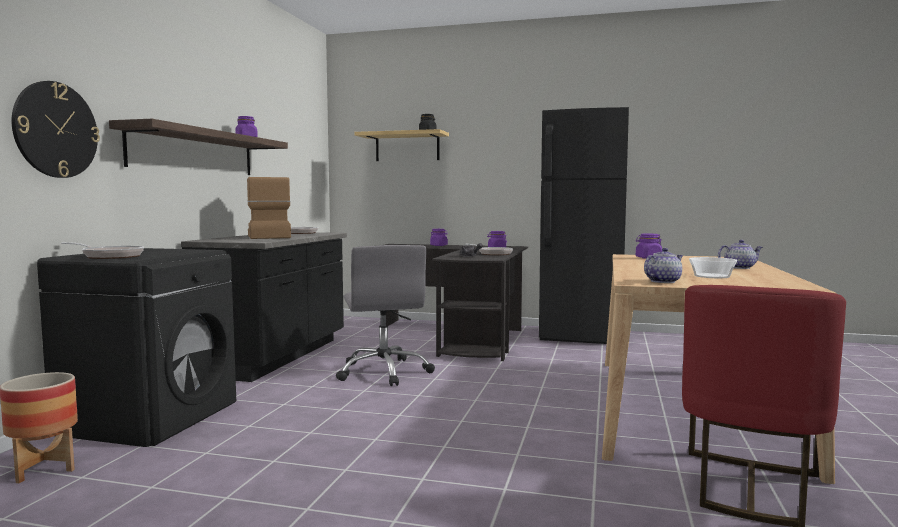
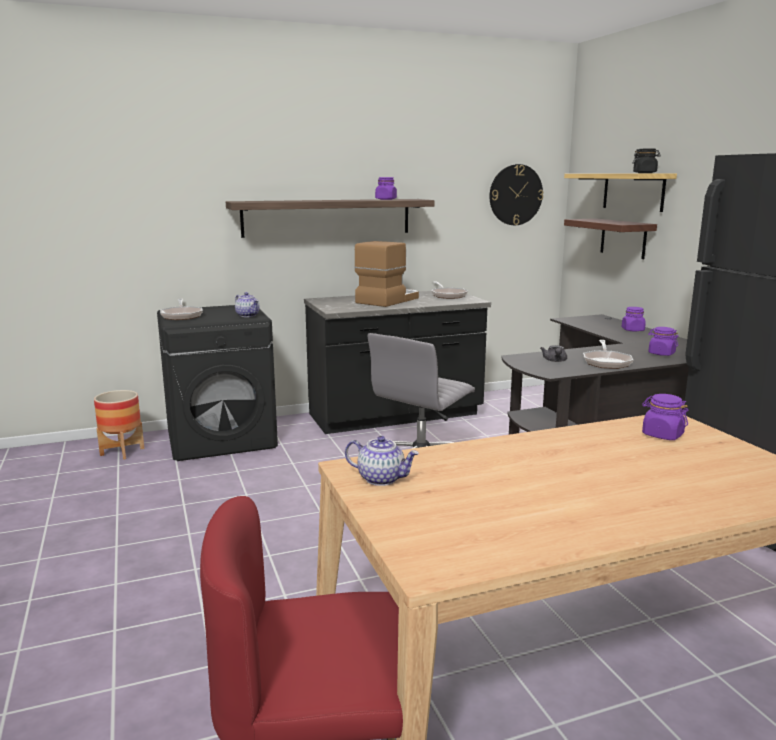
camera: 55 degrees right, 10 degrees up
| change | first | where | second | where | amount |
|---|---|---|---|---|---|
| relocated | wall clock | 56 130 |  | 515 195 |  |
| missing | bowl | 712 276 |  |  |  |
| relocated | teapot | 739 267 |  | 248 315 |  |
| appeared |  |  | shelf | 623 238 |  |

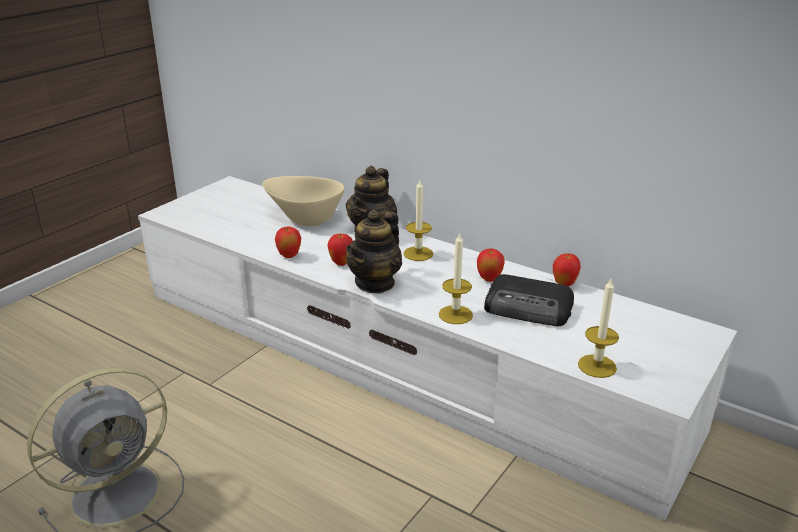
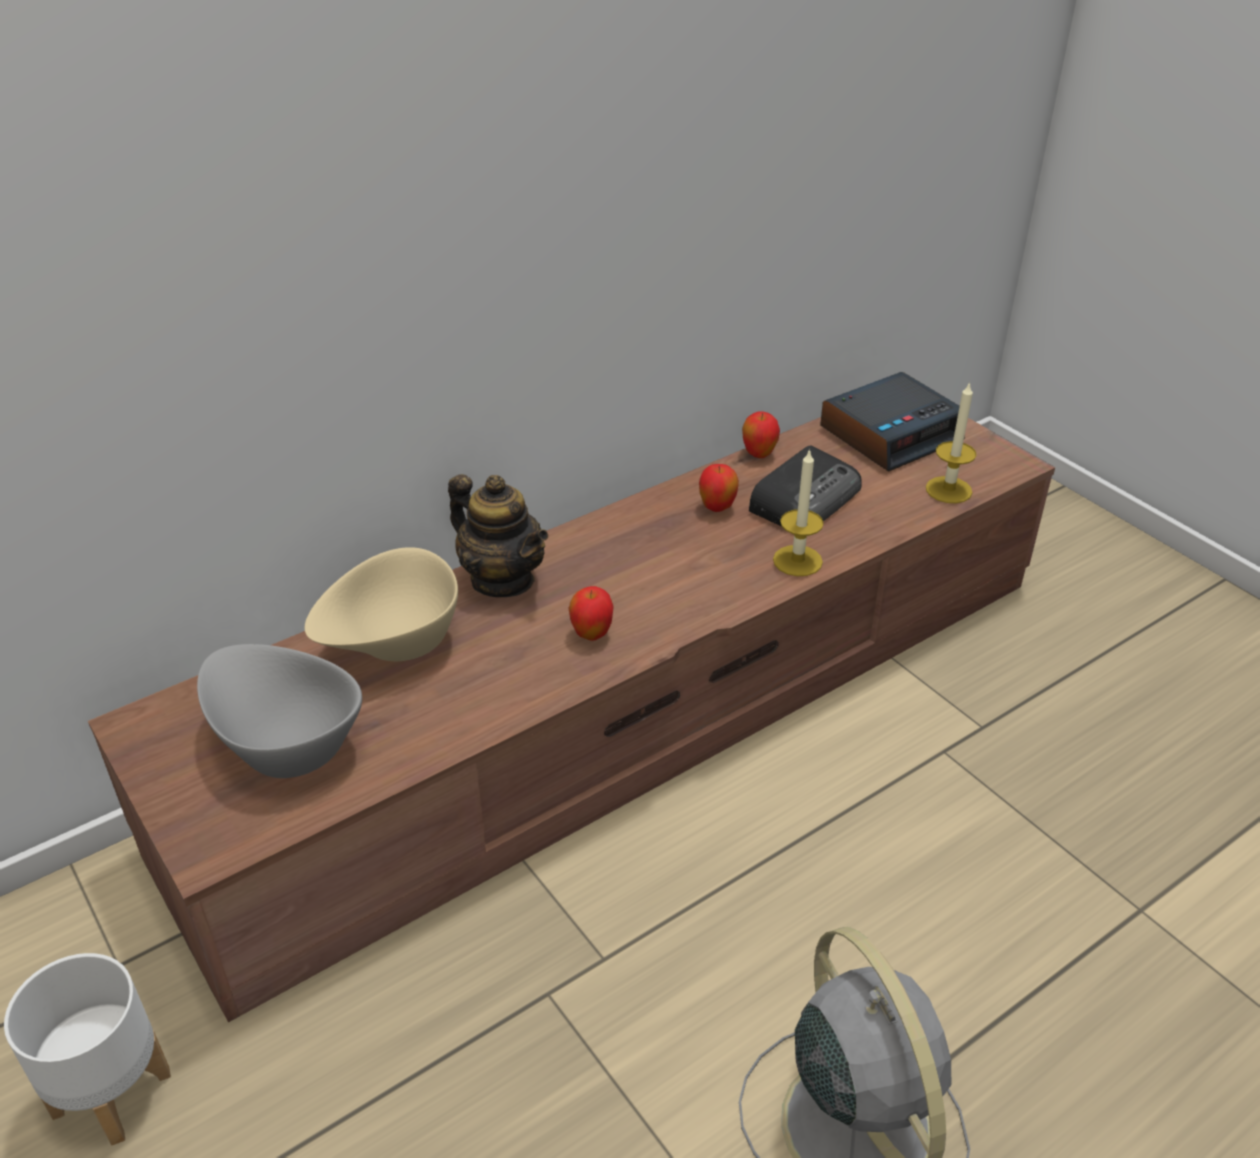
camera: 70 degrees left, 10 degrees up
| change | first | where | second | where | amount |
|---|---|---|---|---|---|
| colour | white tv stand | 399 353 | brown tv stand | 628 702 |  |
| missing | apple | 289 256 |  |  |  |
| missing | teapot | 375 283 |  |  |  |
| missing | candle | 418 253 |  |  |  |
| appeared |  |  | white planter | 110 1094 |  |
| appeared |  |  | grey bowl | 286 744 |  |
| appeared |  |  | alarm clock | 891 433 |  |

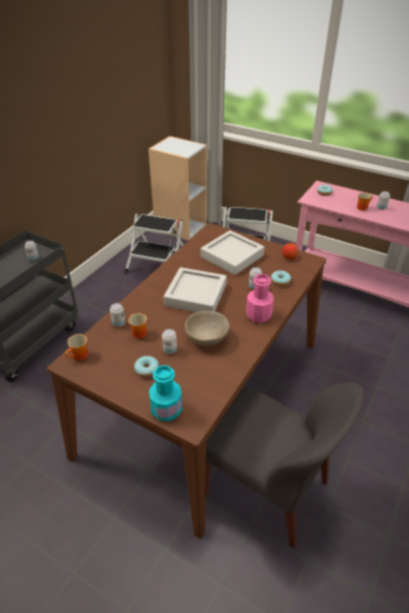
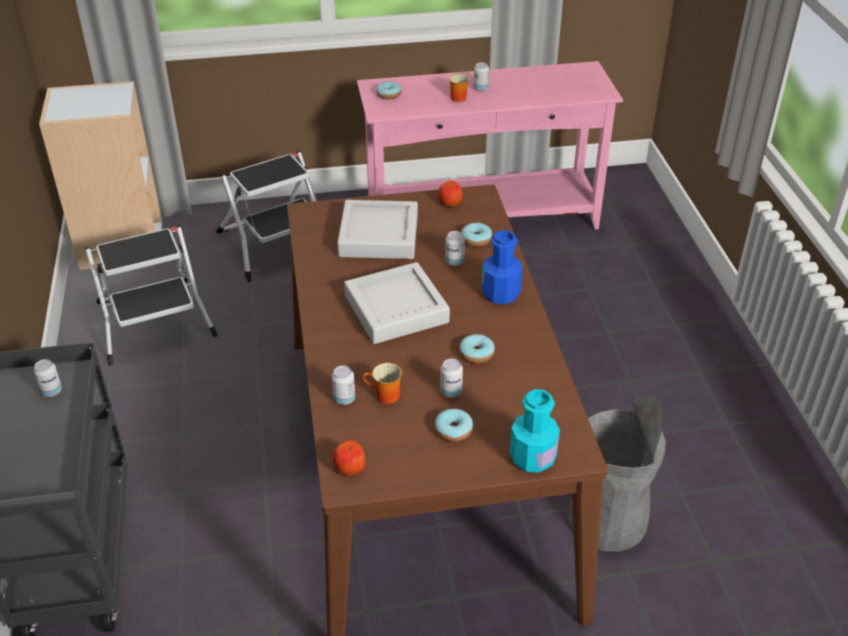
camera: 40 degrees left, 0 degrees up
| change | first | where | second | where | amount |
|---|---|---|---|---|---|
| exchanged | mug | 80 356 | apple | 349 467 |  |
| exchanged | beige bowl | 207 338 | donut | 476 354 |  |
| exchanged | grey chair | 268 489 | grey trash can | 607 519 |  |
| colour | pink bottle | 258 315 | blue bottle | 500 293 |  |

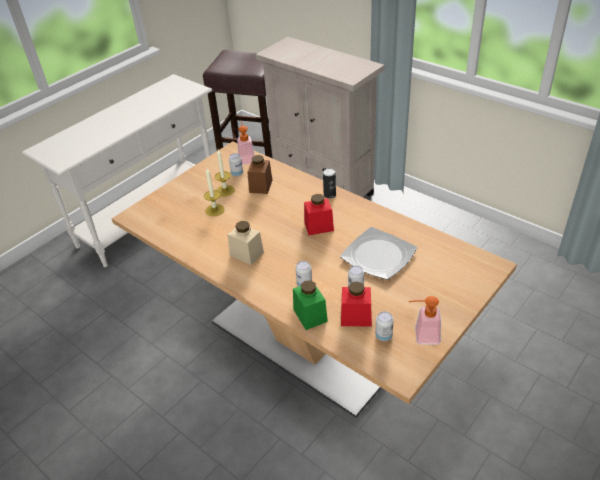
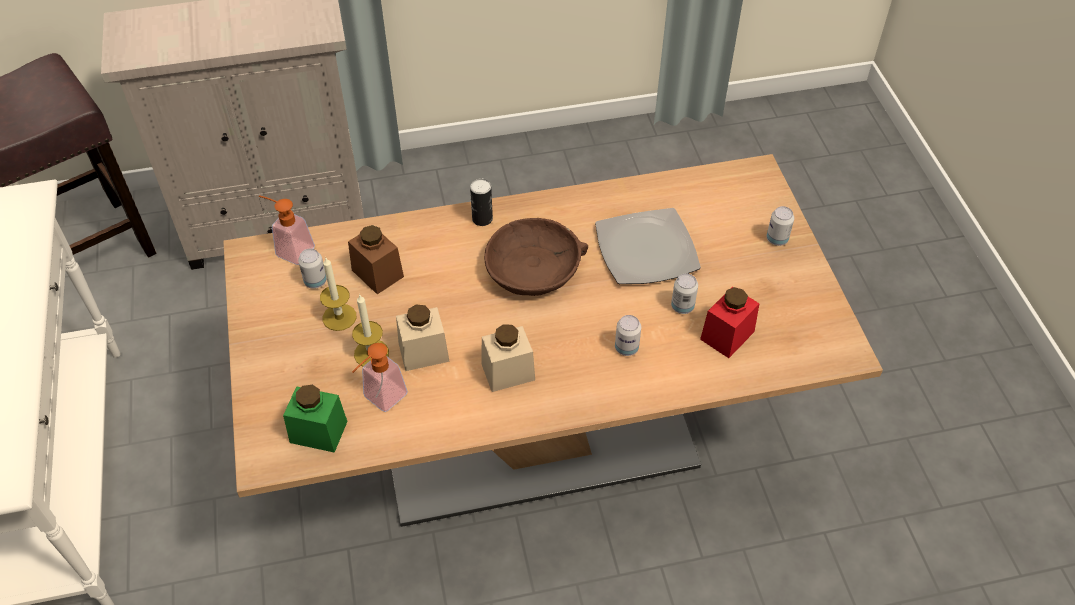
camera: 55 degrees left, 10 degrees up
| change | first | where | second | where | amount |
|---|---|---|---|---|---|
| relocated | green jar | 310 315 |  | 318 432 |  |
| exchanged | red jar | 319 226 | brown bowl | 533 268 |  |
| relocated | can | 383 336 |  | 777 239 |  |
| relocated | soap dispenser | 422 336 |  | 380 400 |  |
| appeared |  |  | beige jar | 423 352 |  |

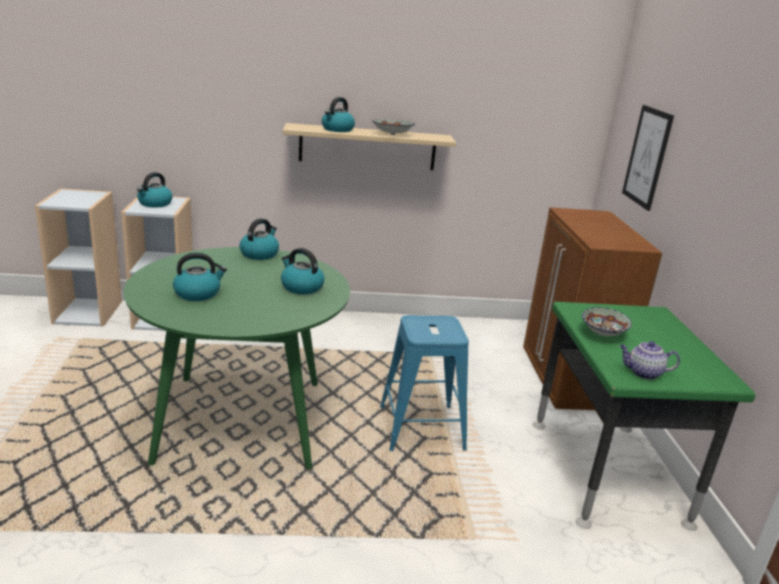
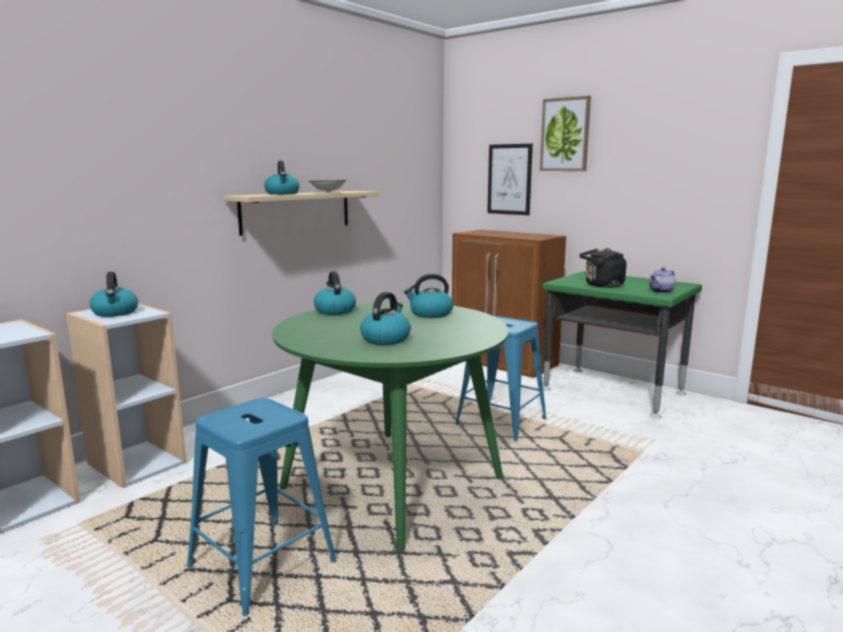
camera: 45 degrees left, 10 degrees down
| change | first | where | second | where | amount |
|---|---|---|---|---|---|
| exchanged | bowl | 602 333 | black kettle | 602 285 |  |
| appeared |  |  | blue stool | 263 564 |  |
| appeared |  |  | picture | 565 134 |  |

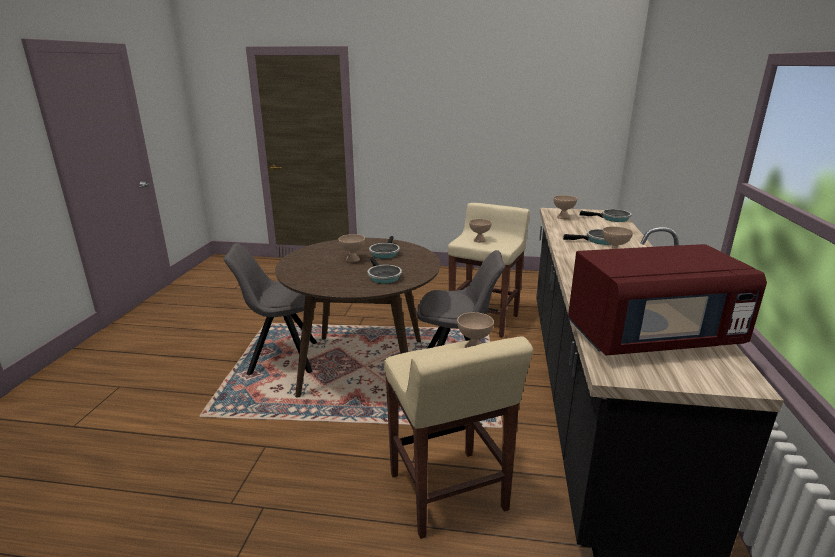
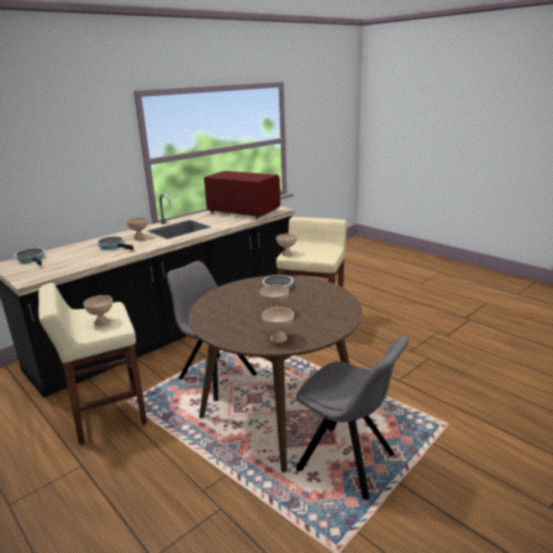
camera: 140 degrees left, 0 degrees up
| change | first | where | second | where | amount |
|---|---|---|---|---|---|
| missing | frying pan | 384 253 |  |  |  |
| relocated | beige bowl | 563 217 |  | 278 339 |  |

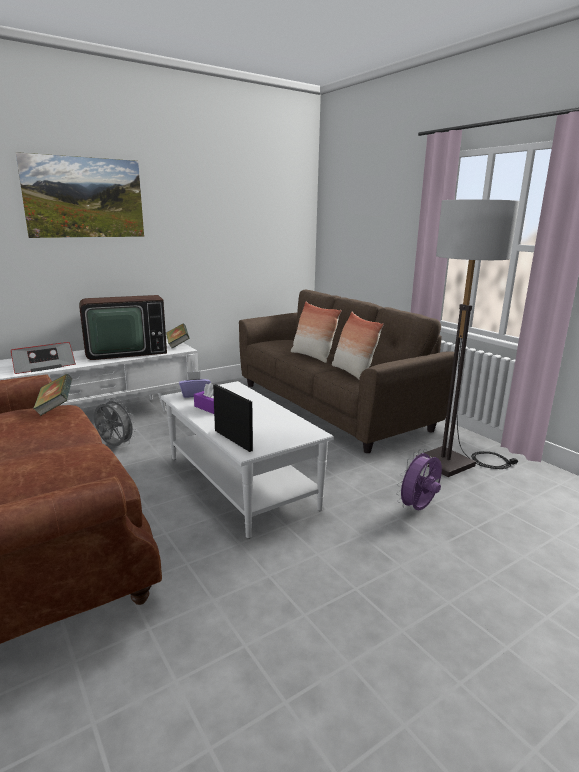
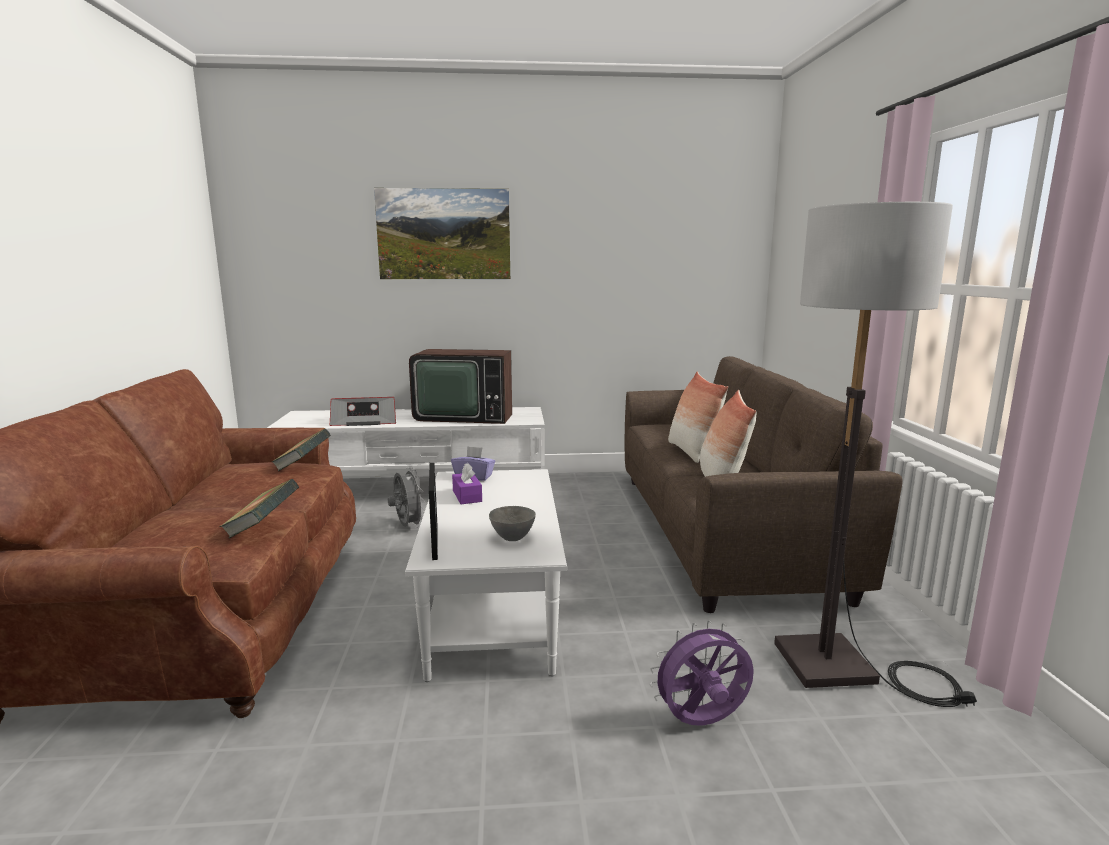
camera: 30 degrees right, 5 degrees down
| change | first | where | second | where | amount |
|---|---|---|---|---|---|
| relocated | book | 178 345 |  | 263 528 |  |
| appeared |  |  | grey bowl | 512 538 |  |

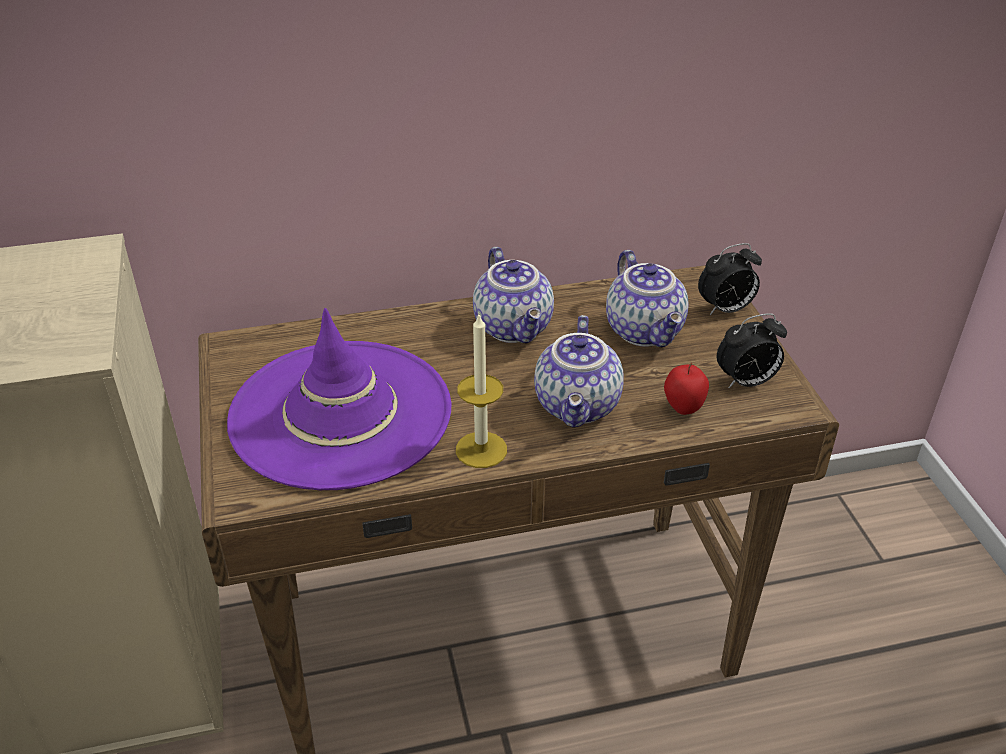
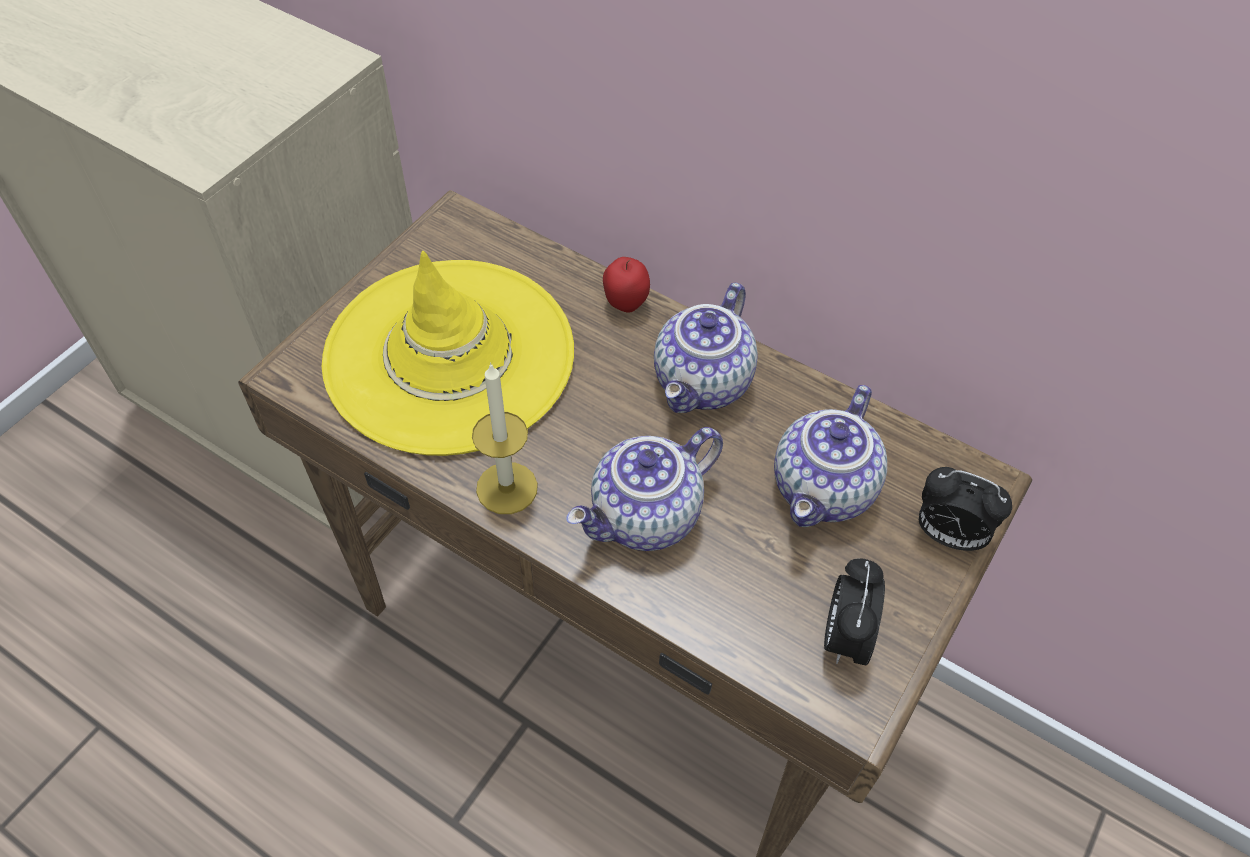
camera: 45 degrees right, 15 degrees up
| change | first | where | second | where | amount |
|---|---|---|---|---|---|
| colour | purple hat | 341 413 | yellow hat | 450 355 |  |
| relocated | apple | 683 409 |  | 625 304 |  |
| spun | alarm clock | 746 382 |  | 844 636 | 75 degrees clockwise |

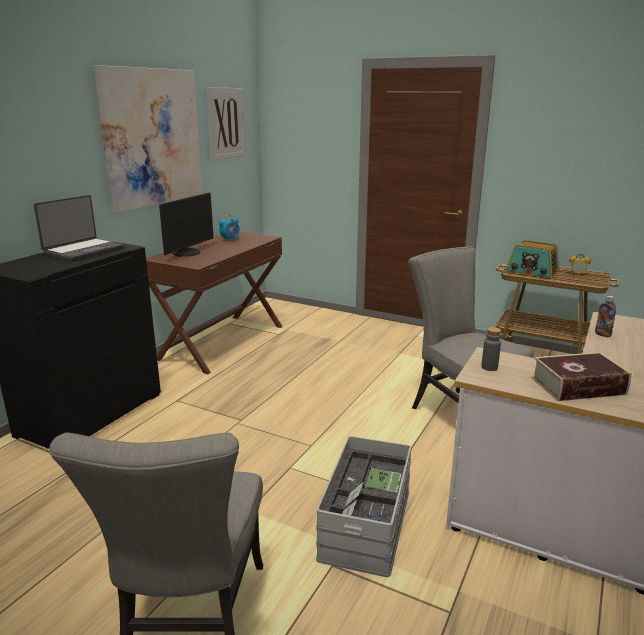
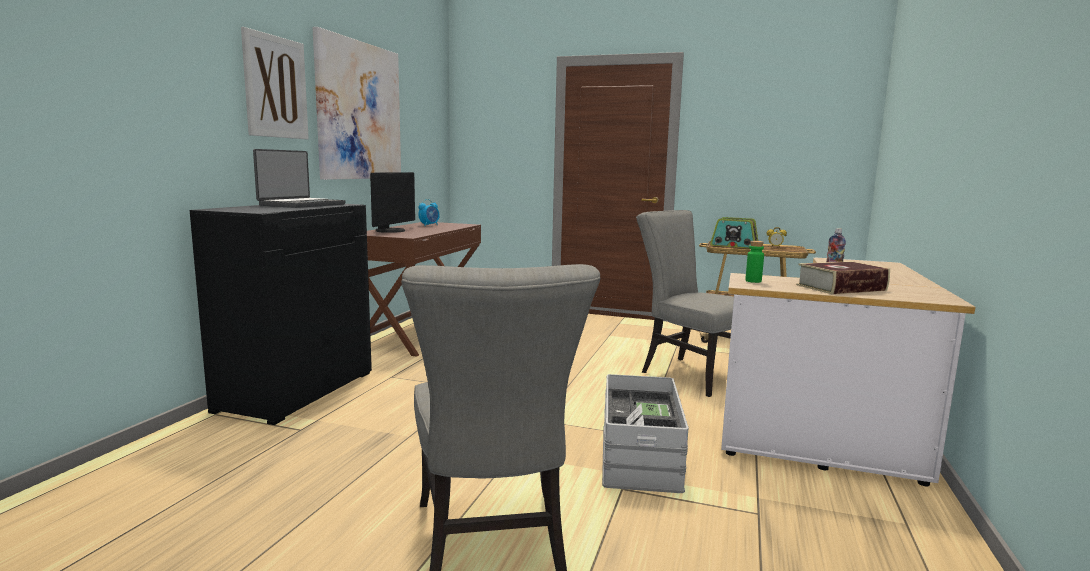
camera: 10 degrees left, 10 degrees down
| change | first | where | second | where | amount |
|---|---|---|---|---|---|
| relocated | picture | 225 123 |  | 275 87 |  |
| colour | grey bottle | 489 367 | green bottle | 753 281 |  |

